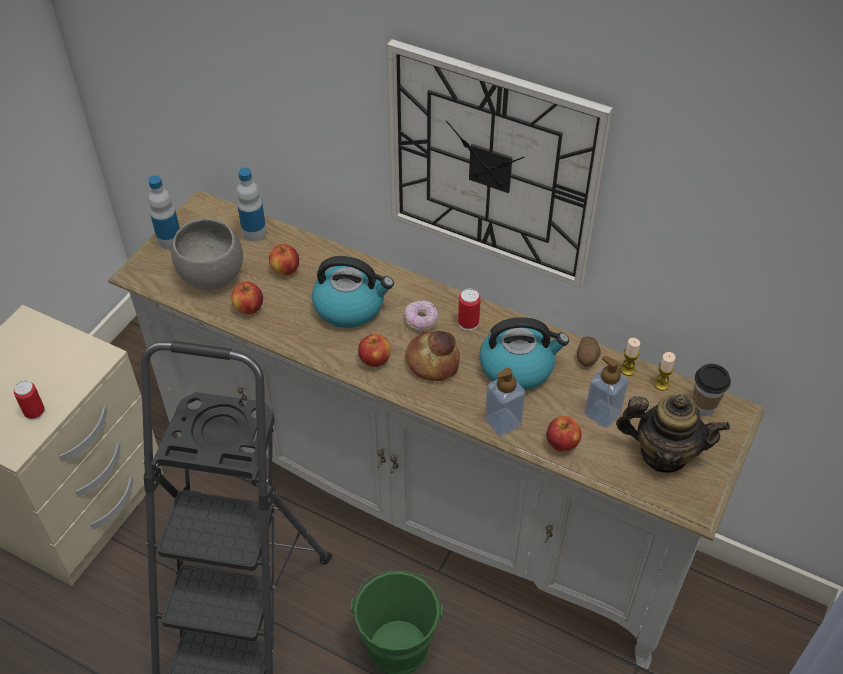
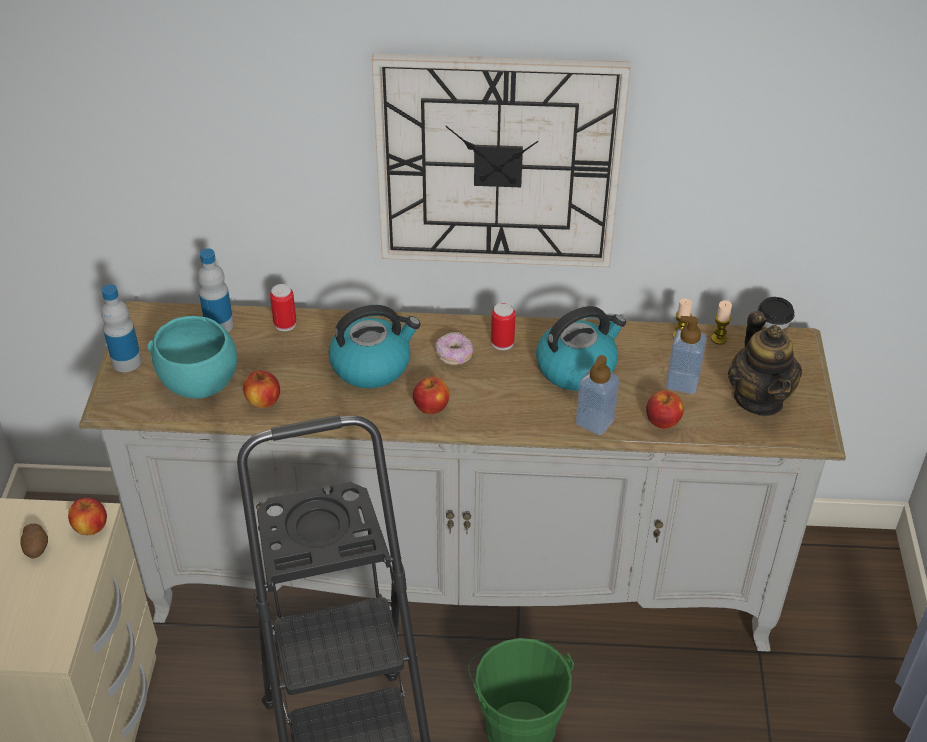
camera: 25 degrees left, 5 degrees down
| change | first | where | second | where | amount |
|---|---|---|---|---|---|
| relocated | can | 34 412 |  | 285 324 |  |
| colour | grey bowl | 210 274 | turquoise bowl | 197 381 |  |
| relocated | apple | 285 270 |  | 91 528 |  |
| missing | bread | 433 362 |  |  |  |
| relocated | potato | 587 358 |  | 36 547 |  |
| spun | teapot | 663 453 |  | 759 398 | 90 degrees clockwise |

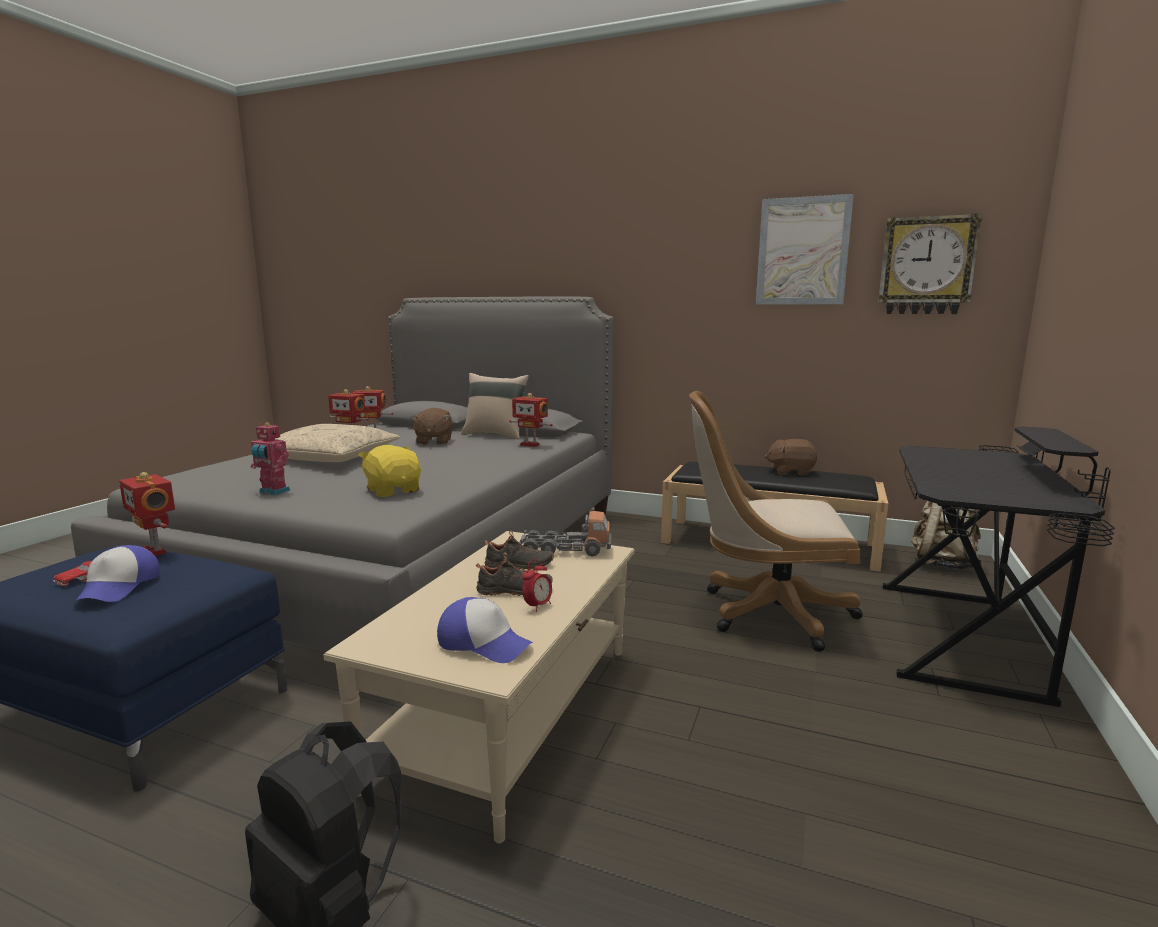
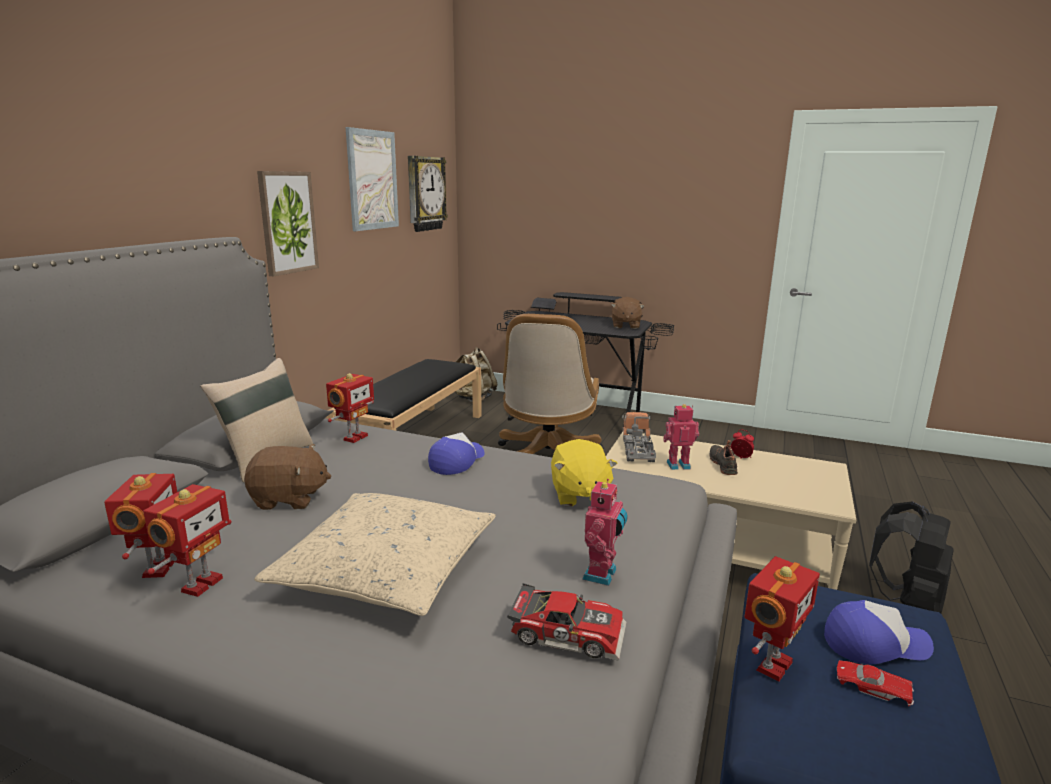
camera: 90 degrees left, 5 degrees up
| change | first | where | second | where | amount |
|---|---|---|---|---|---|
| spun | yellow plush toy | 393 490 |  | 579 495 | 60 degrees counterclockwise |
| relocated | cap | 484 643 |  | 457 461 |  |
| exchanged | black shoe | 519 566 | toy robot | 677 464 |  |
| relocated | brown plush toy | 790 471 |  | 625 326 |  |
| appeared |  |  | picture | 287 222 |  |
| appeared |  |  | toy car | 568 631 |  |

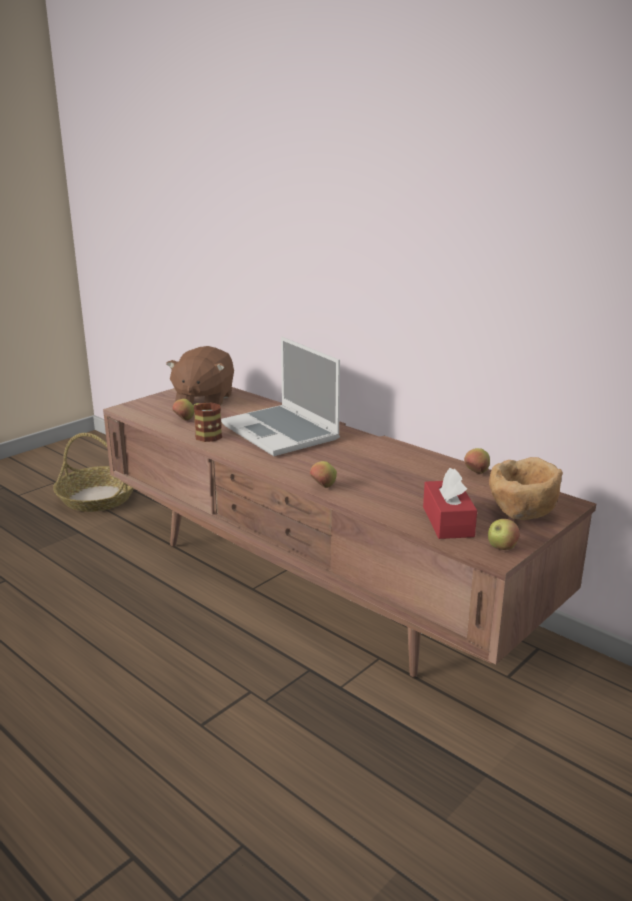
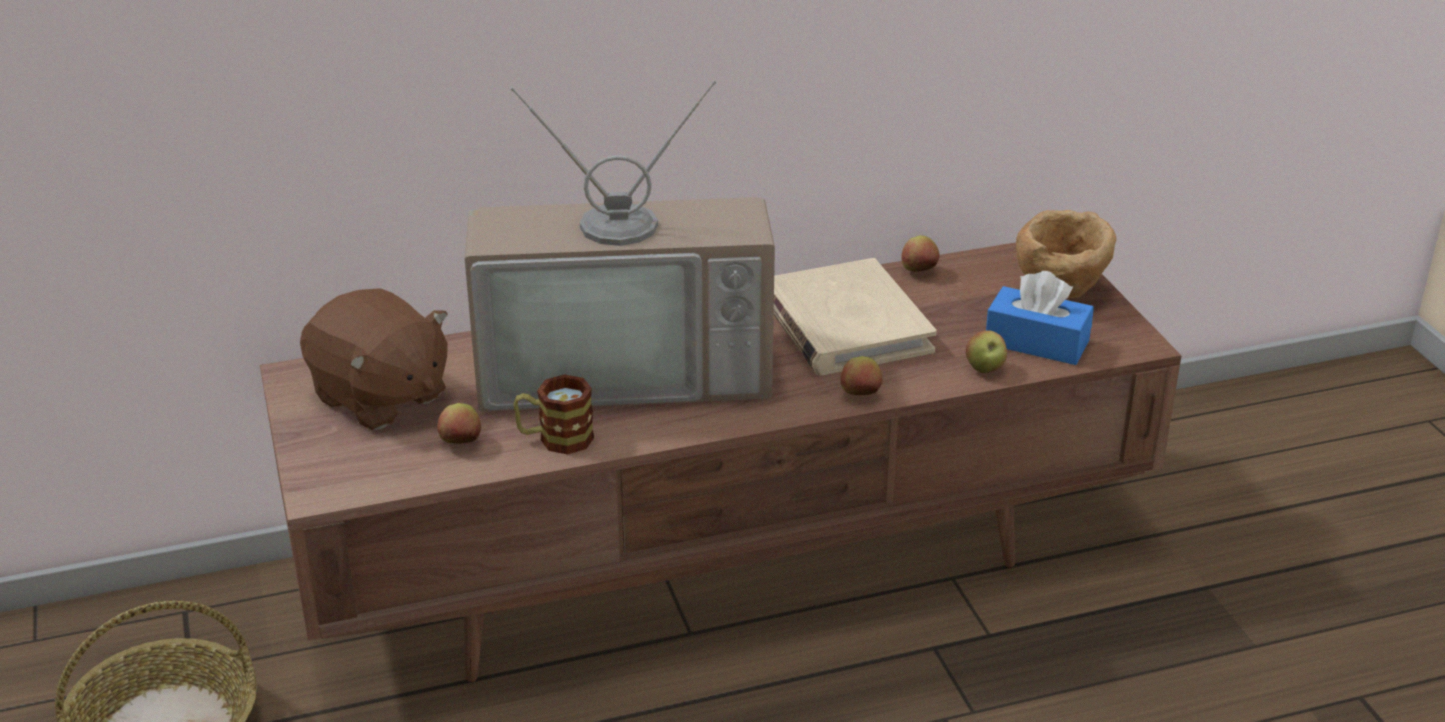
camera: 60 degrees left, 10 degrees up
| change | first | where | second | where | amount |
|---|---|---|---|---|---|
| exchanged | laptop | 282 432 | television | 626 367 |  |
| colour | red tissue box | 448 521 | blue tissue box | 1036 342 |  |
| relocated | apple | 501 548 |  | 985 369 |  |
| appeared |  |  | beige book | 844 325 |  |

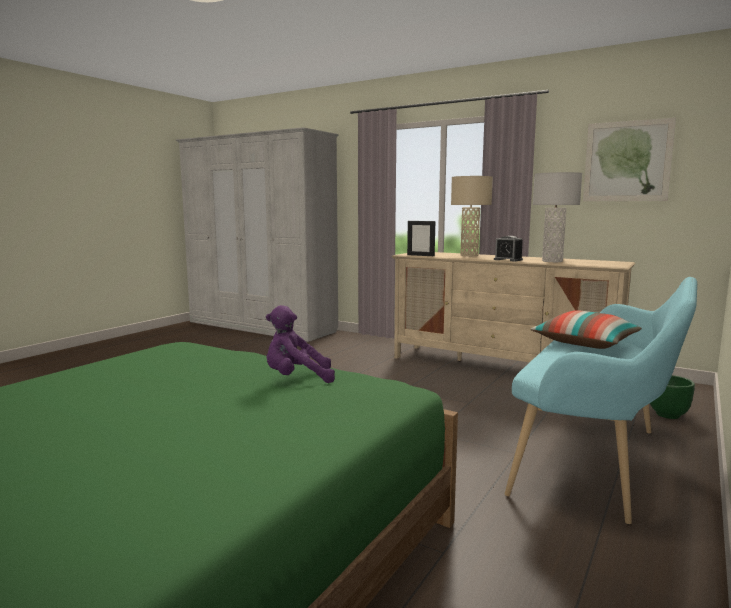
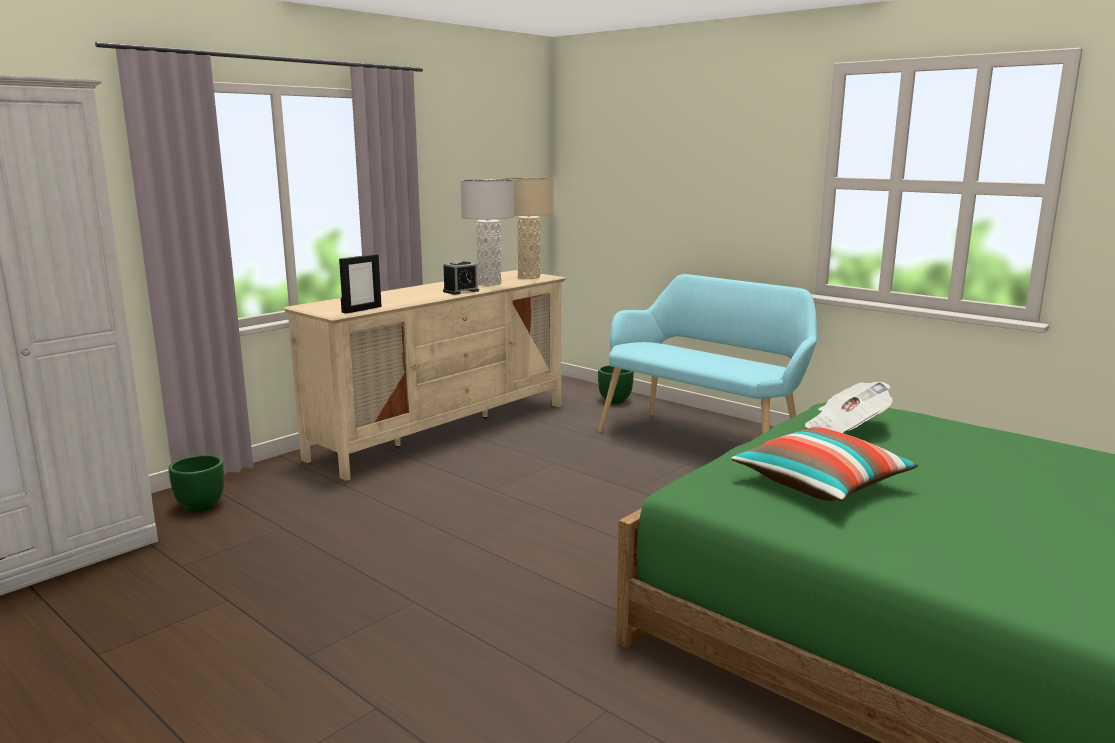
camera: 80 degrees left, 5 degrees up
| change | first | where | second | where | amount |
|---|---|---|---|---|---|
| exchanged | purple plush toy | 296 379 | newspaper | 846 428 |  |
| relocated | beige table lamp | 469 255 |  | 529 277 |  |
| relocated | pillow | 585 343 |  | 821 484 |  |
| missing | picture | 627 161 |  |  |  |
| appeared |  |  | green planter | 200 506 |  |

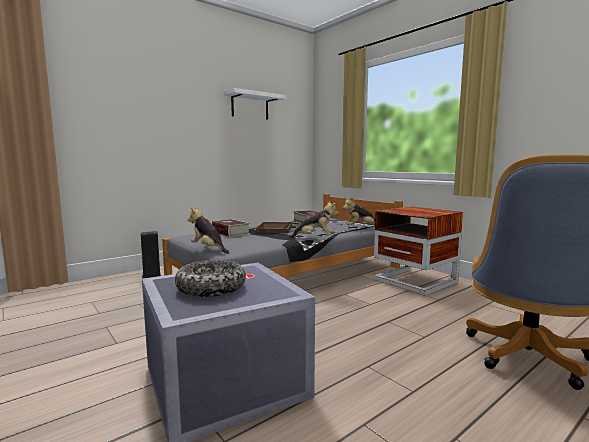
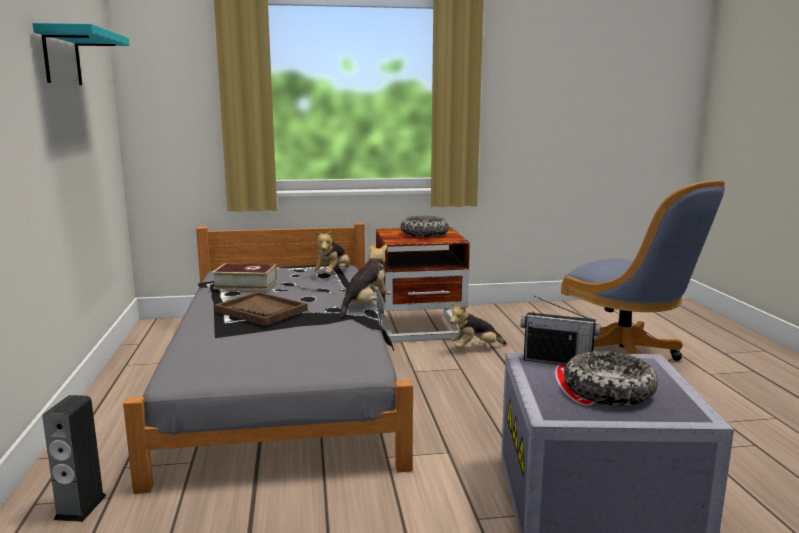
camera: 60 degrees left, 5 degrees up
| change | first | where | second | where | amount |
|---|---|---|---|---|---|
| relocated | plush toy | 208 249 |  | 475 349 |  |
| missing | book | 230 232 |  |  |  |
| colour | white shelf | 250 106 | turquoise shelf | 62 57 |  |
| appeared |  |  | bowl | 424 234 |  |
| appeared |  |  | radio | 557 361 |  |

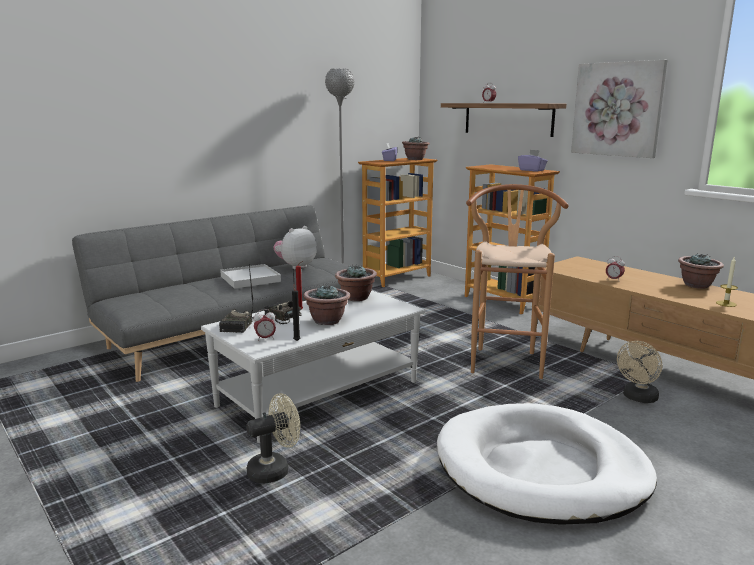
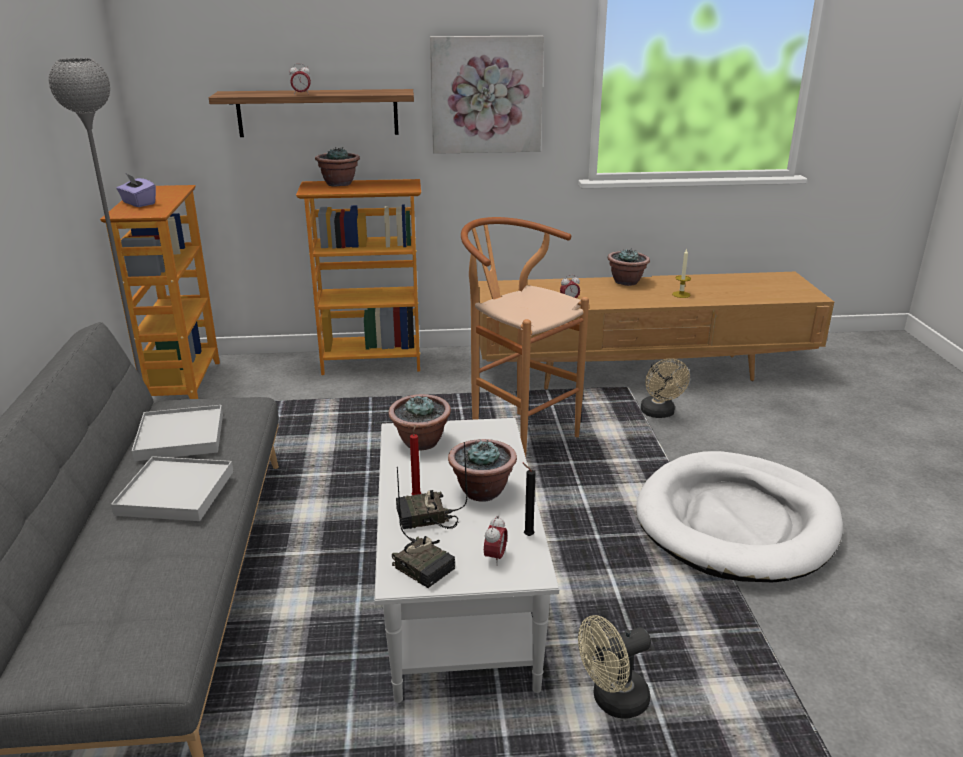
camera: 55 degrees left, 10 degrees up
| change | first | where | second | where | amount |
|---|---|---|---|---|---|
| spun | beige fan | 274 470 |  | 612 701 | 120 degrees counterclockwise |
| exchanged | plush toy | 295 266 | white tray | 180 437 |  |
| relocated | potted plant | 415 159 |  | 339 184 |  |
| missing | purple tissue box | 532 170 |  |  |  |

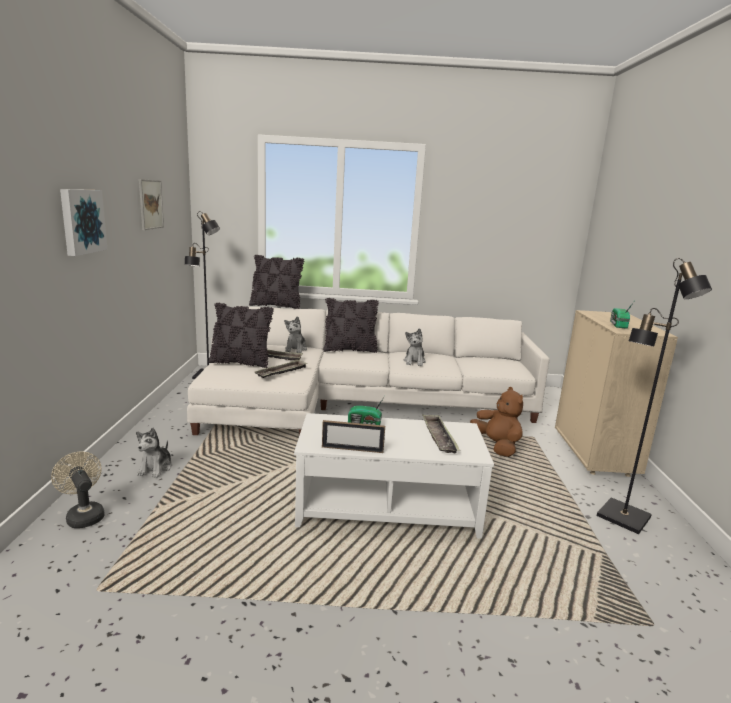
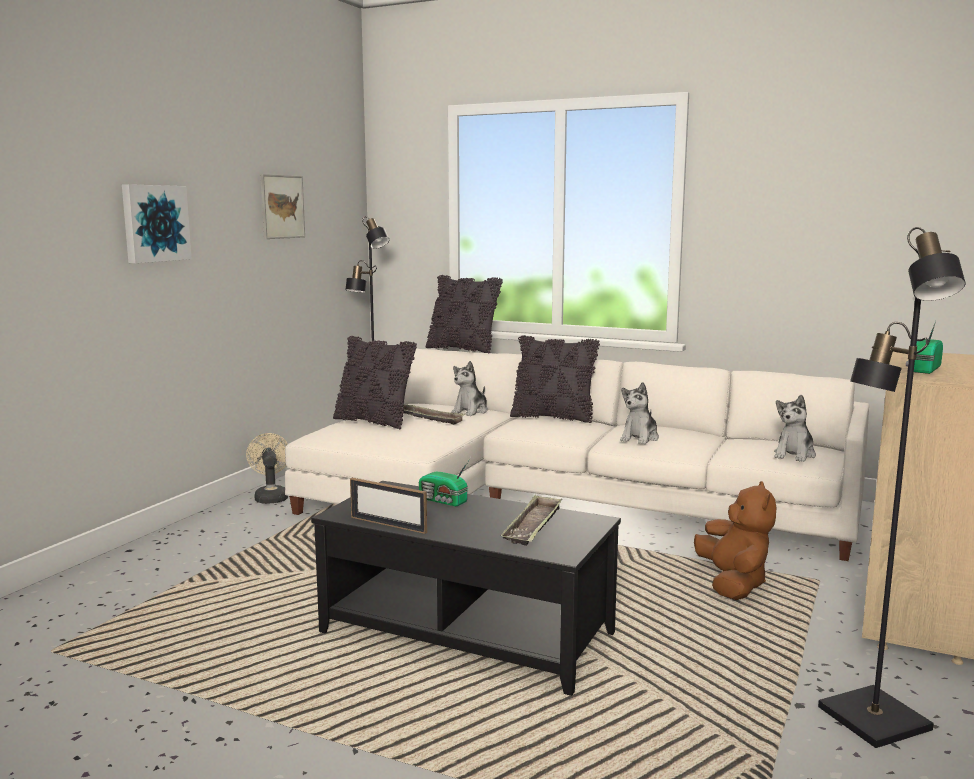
camera: 25 degrees right, 5 degrees down
| change | first | where | second | where | amount |
|---|---|---|---|---|---|
| relocated | beige fan | 83 515 |  | 270 497 |  |
| relocated | plush toy | 156 468 |  | 794 455 |  |
| missing | tray | 281 372 |  |  |  |
| colour | white coffee table | 387 507 | black coffee table | 468 632 |  |

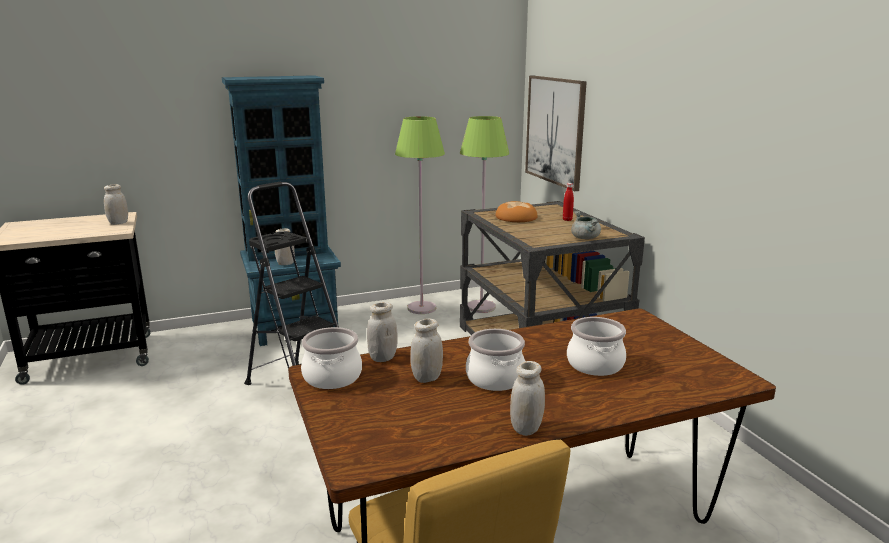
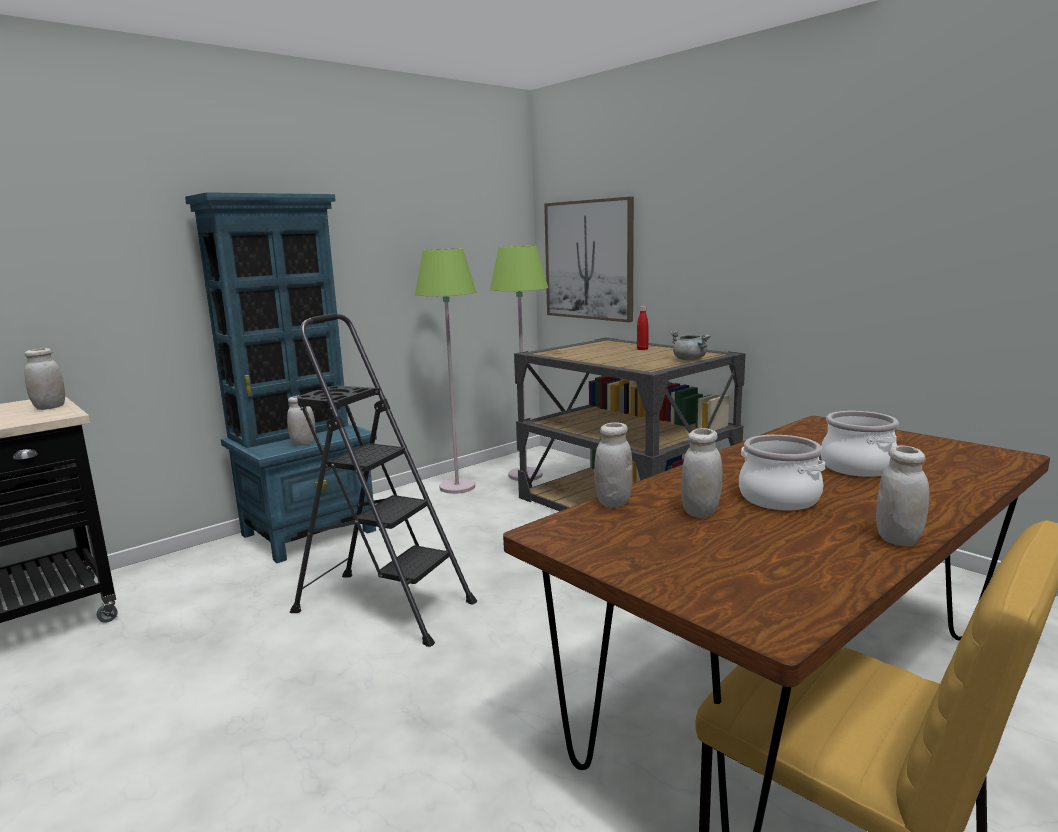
camera: 20 degrees left, 5 degrees down
| change | first | where | second | where | amount |
|---|---|---|---|---|---|
| missing | cooking pot | 333 377 |  |  |  |
| missing | bread | 516 217 |  |  |  |

